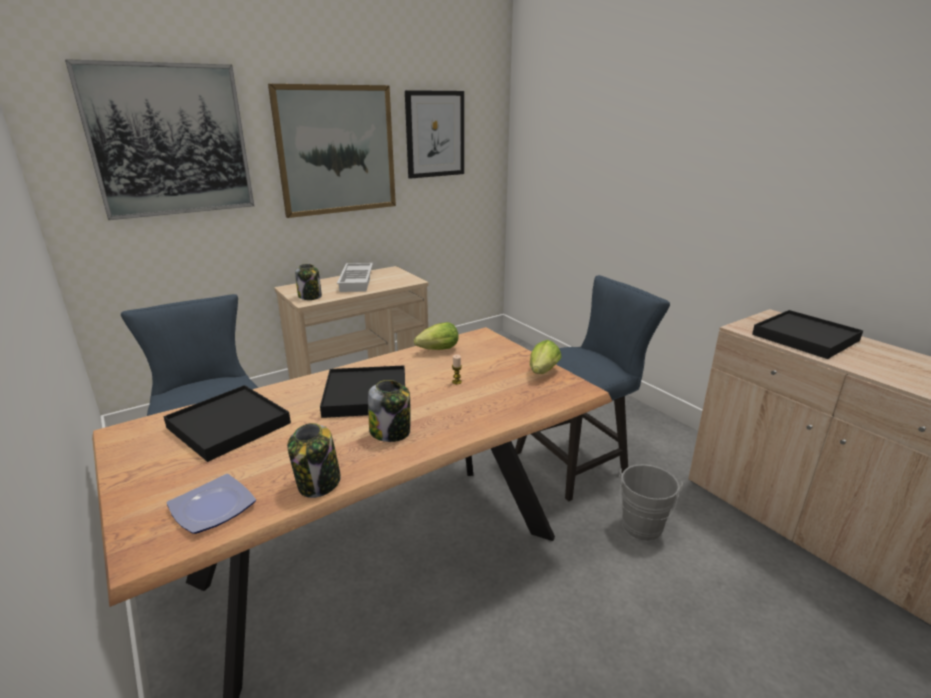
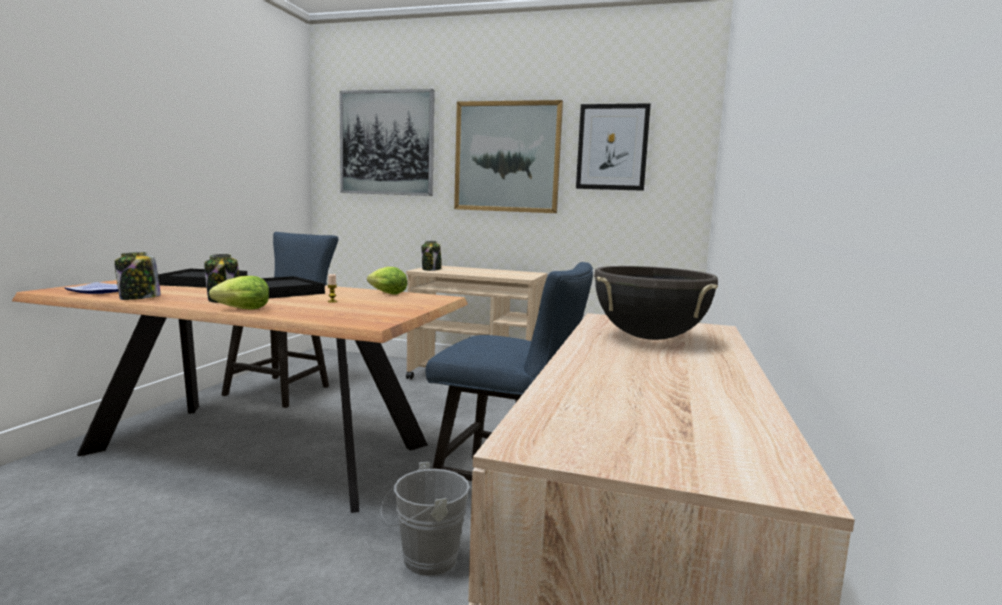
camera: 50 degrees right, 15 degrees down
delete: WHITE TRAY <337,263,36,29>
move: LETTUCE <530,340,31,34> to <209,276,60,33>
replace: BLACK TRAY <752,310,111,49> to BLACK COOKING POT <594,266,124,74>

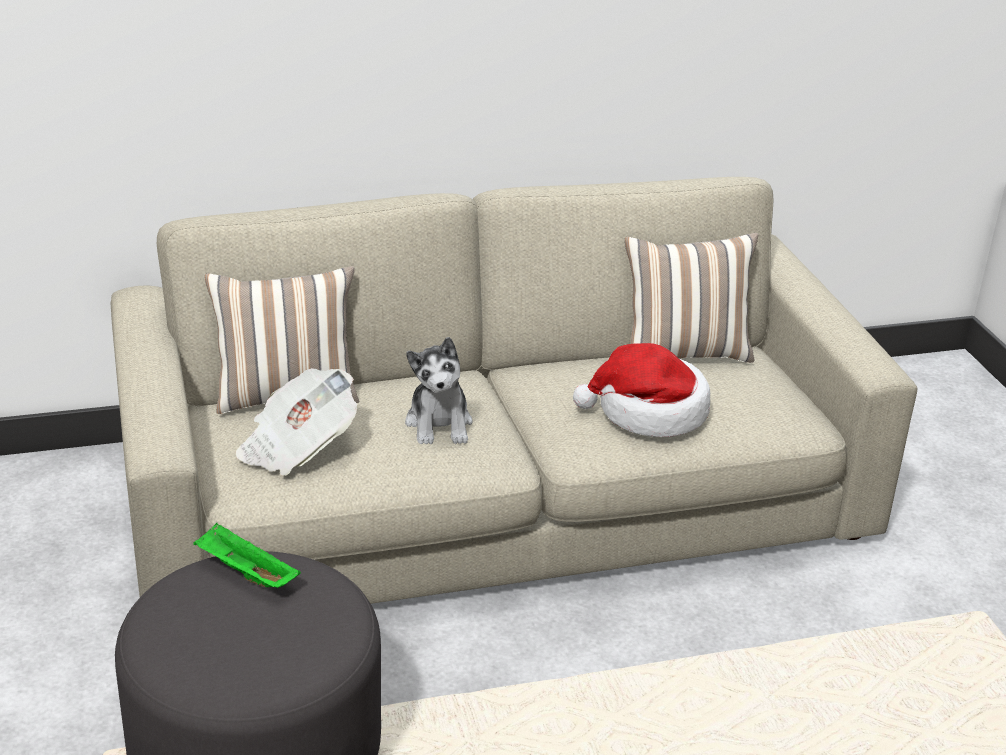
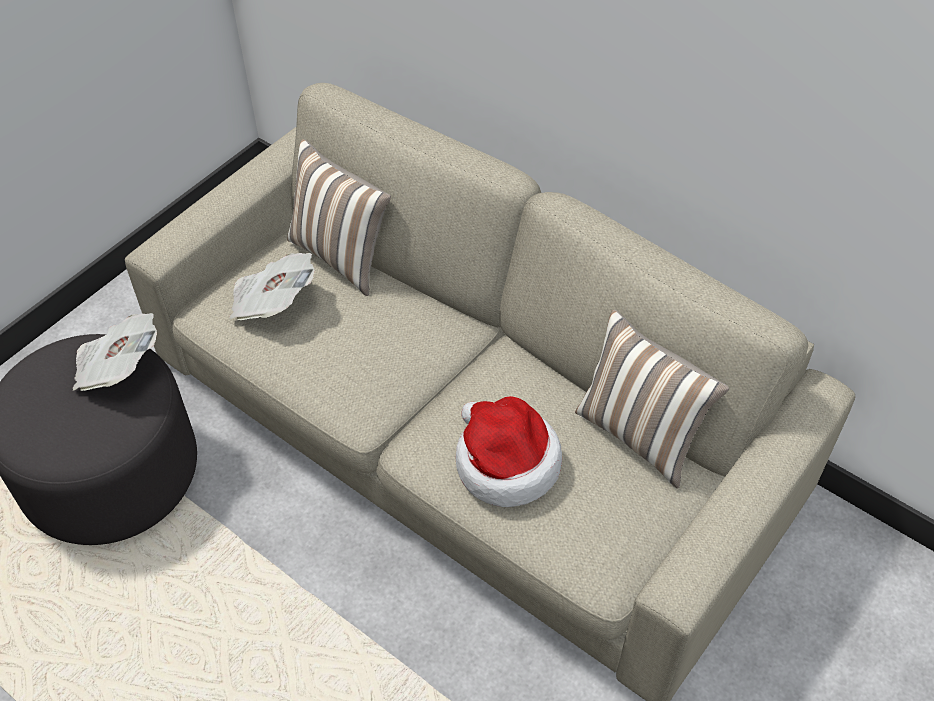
camera: 55 degrees right, 20 degrees up
delete: PLUSH TOY <405,337,68,107>
replace: GREEN TRAY <193,523,108,65> to NEWSPAPER <73,313,84,78>

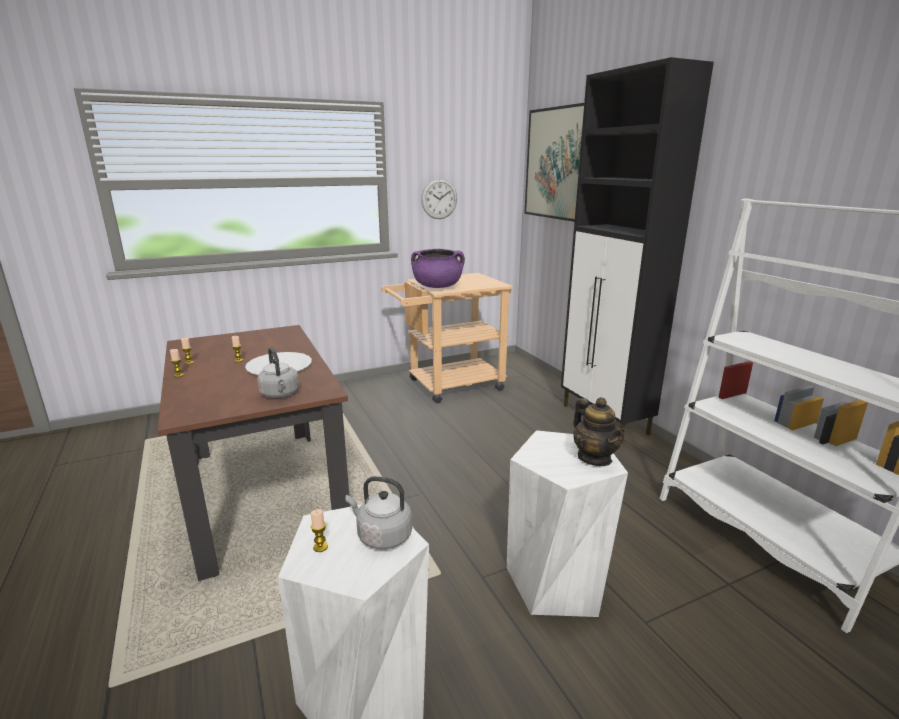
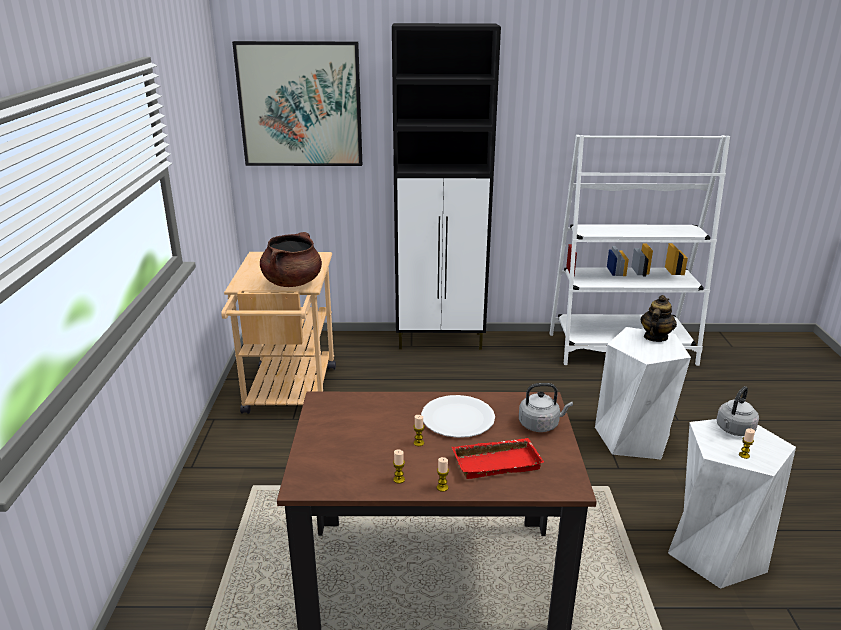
camera: 65 degrees left, 5 degrees up
delete: WALL CLOCK <421,178,36,41>
insert: RED TRAY <452,438,92,41>
recolor: PURPLE COOKING POT <411,249,54,39> to BROWN COOKING POT <260,232,62,55>
rotate: TEAPOT <573,397,53,69> = <641,295,36,47> 60 degrees counterclockwise

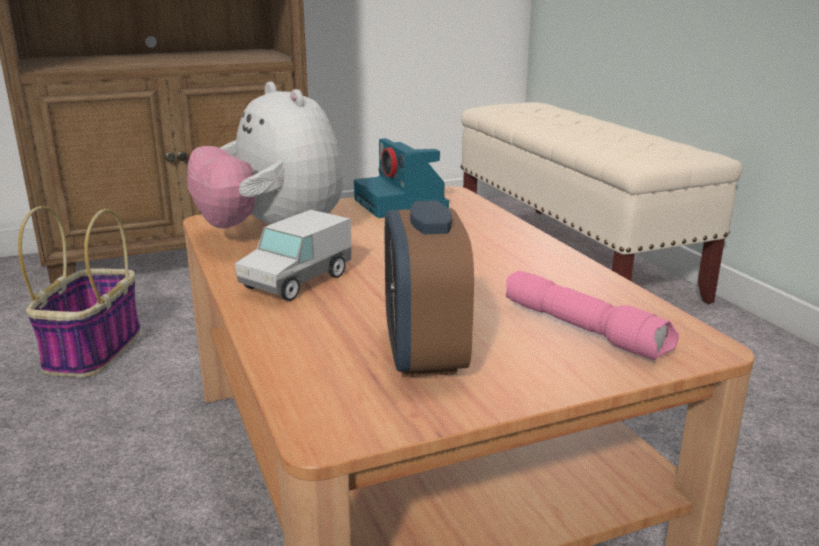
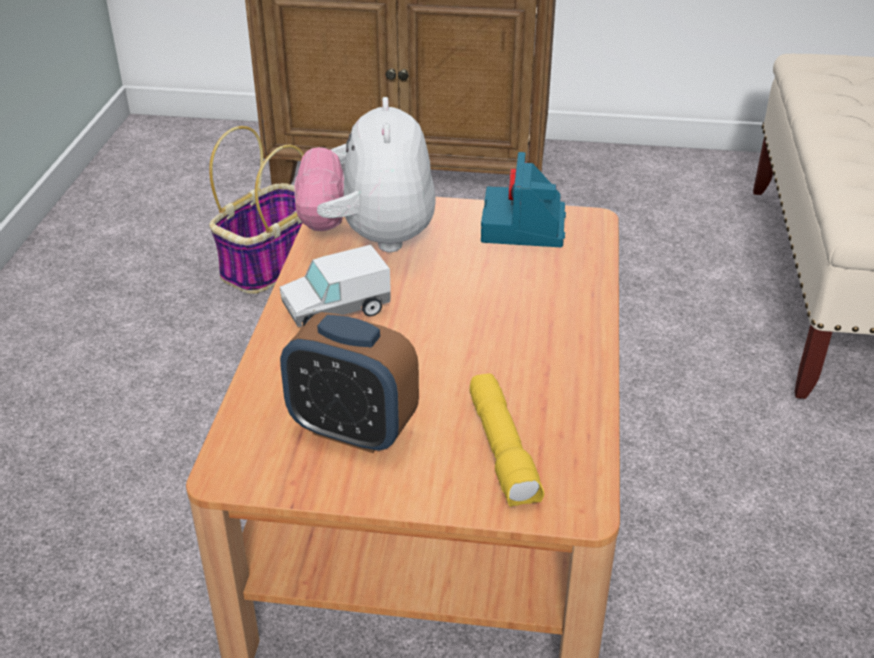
camera: 30 degrees right, 15 degrees up
recolor: PINK FLASHLIGHT <505,271,174,89> to YELLOW FLASHLIGHT <470,374,74,133>
rotate: ALARM CLOCK <385,200,89,177> = <280,312,139,141> 90 degrees counterclockwise

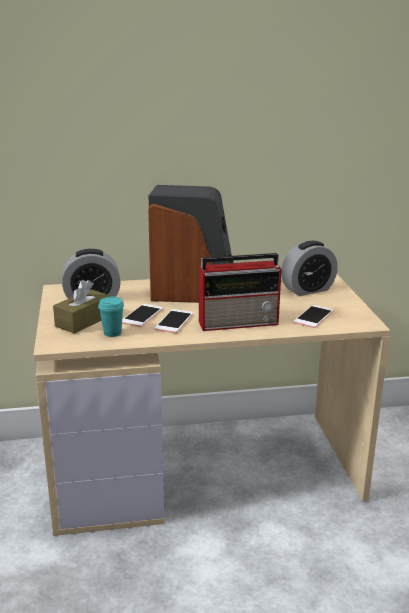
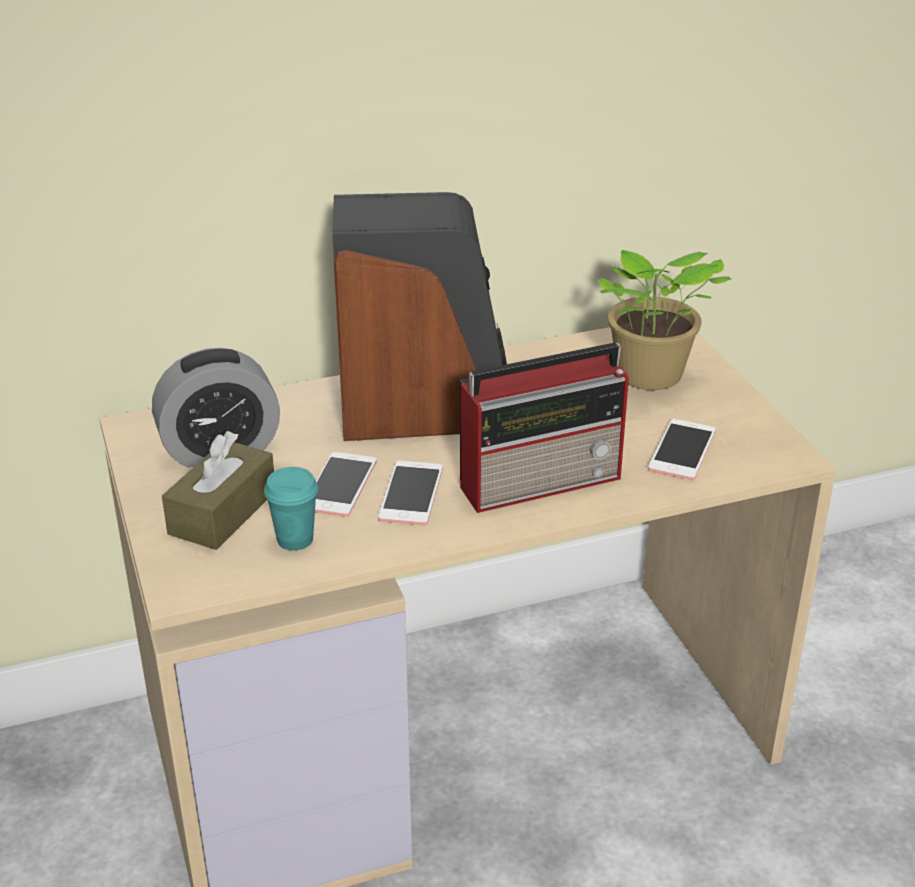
camera: 10 degrees left, 10 degrees up
replace: ALARM CLOCK <281,241,57,55> to POTTED PLANT <598,250,133,140>

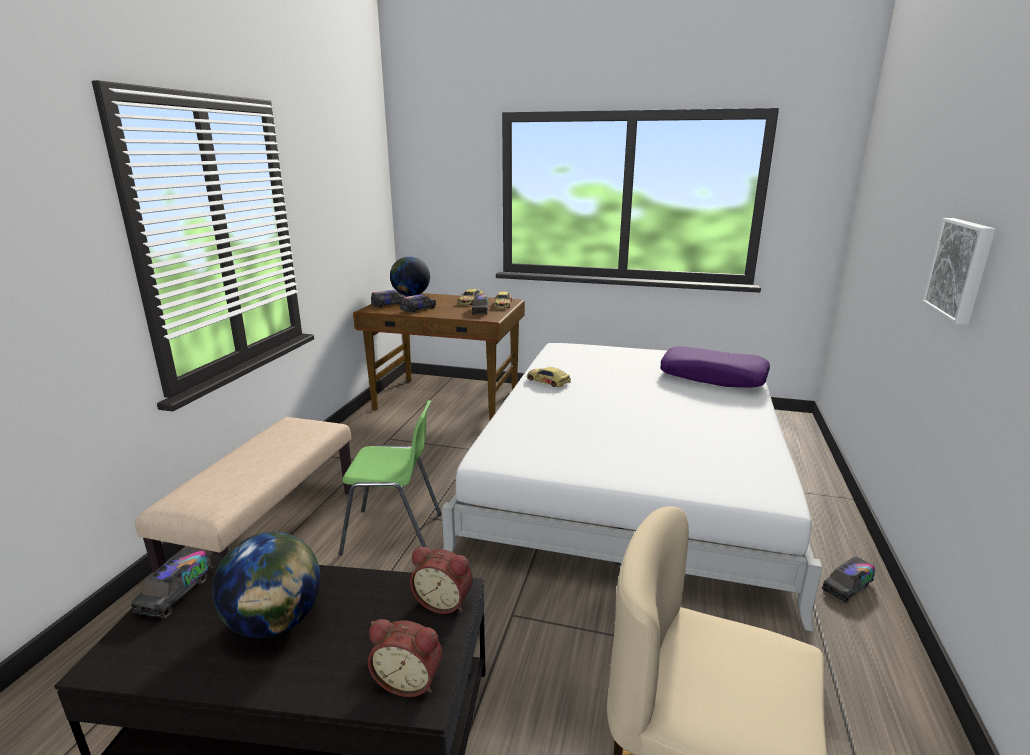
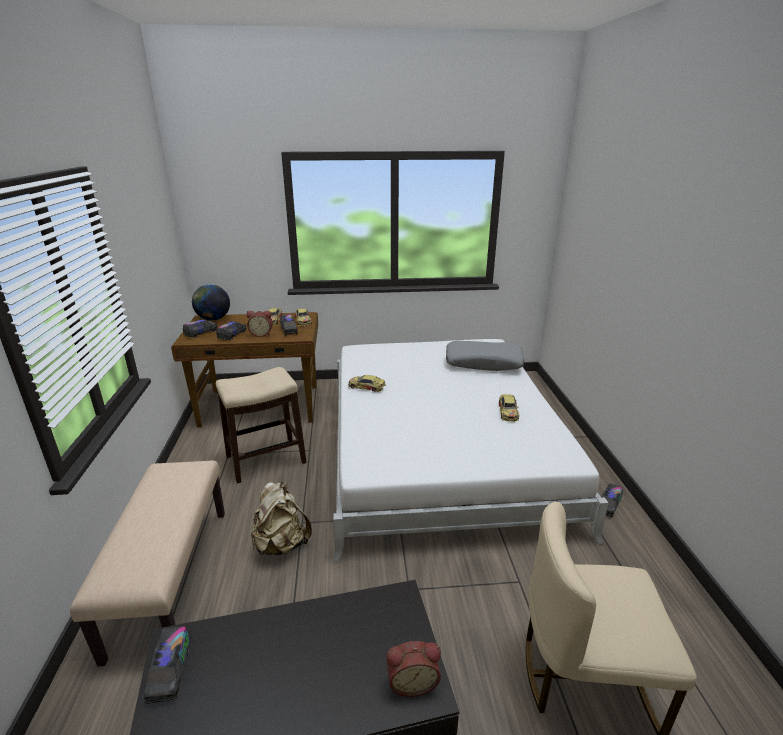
camera: 20 degrees left, 5 degrees up
delete: GLOBE <212,532,109,106>; PICTURE <922,218,74,107>
insert: STOOL <216,367,91,116>; TOY CAR <499,394,20,28>
move: ALARM CLOCK <410,547,63,67> to <247,311,26,26>
replace: GREEN CHAIR <339,400,103,155> to BEIGE BACKPACK <251,482,61,73>
recolor: PURPLE PILLOW <660,346,110,41> to GREY PILLOW <446,341,78,30>

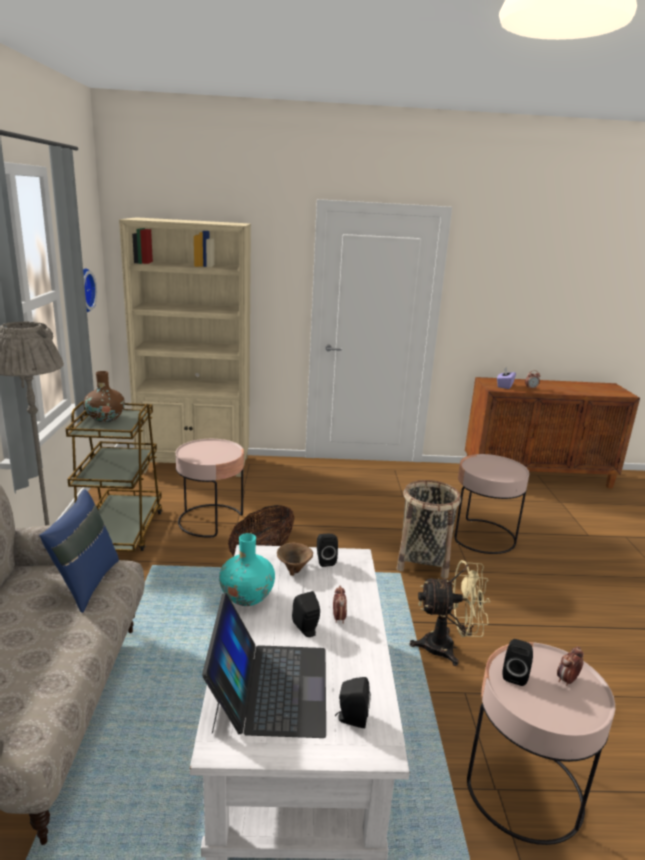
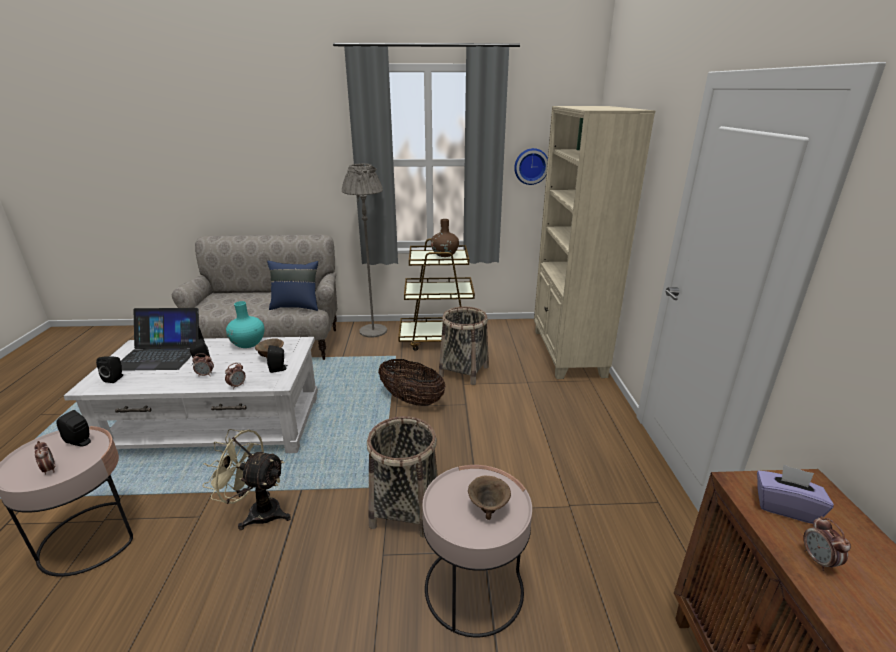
camera: 90 degrees right, 5 degrees up
insert: ALARM CLOCK <225,363,21,26>; BROWN BOWL <468,475,43,45>
replace: PINK SIDE TABLE <175,439,69,99> to BASKET <439,307,50,78>
rotate: BEIGE FAN <409,560,81,106> = <202,429,89,101> 105 degrees clockwise

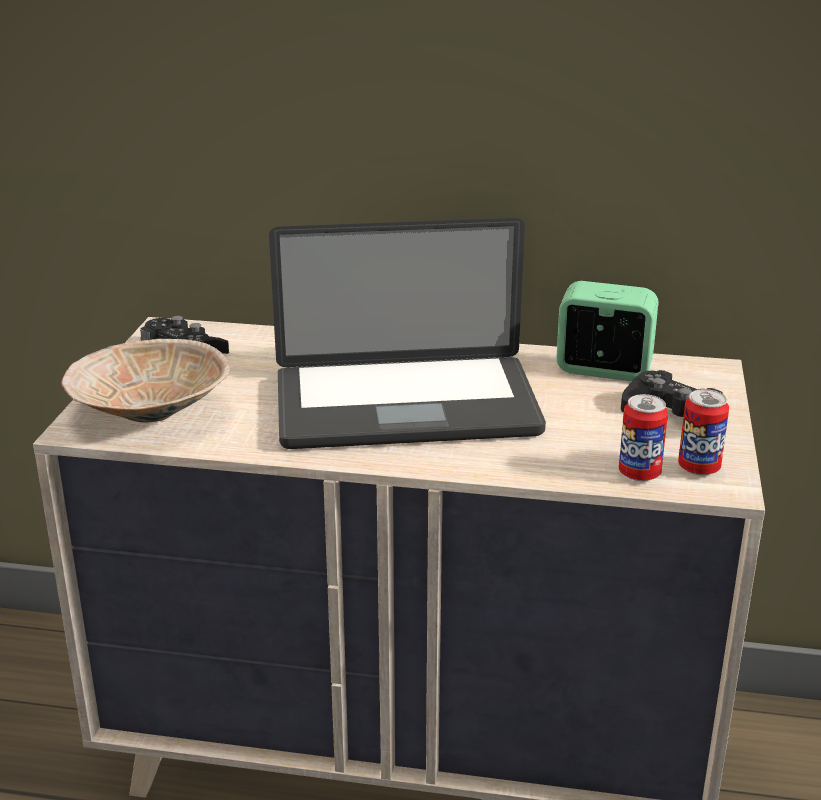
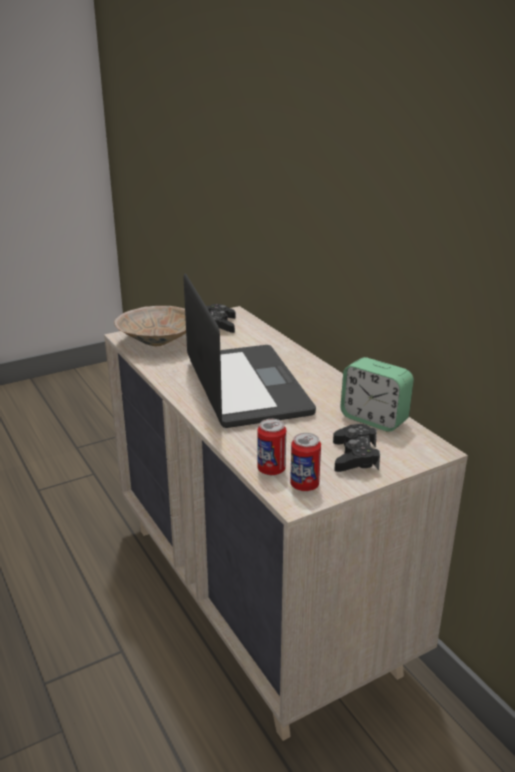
camera: 50 degrees right, 0 degrees up
rotate: LAPTOP <269,218,277,231> = <183,273,133,155> 150 degrees counterclockwise; ALARM CLOCK <556,281,102,100> = <340,357,74,75> 150 degrees clockwise

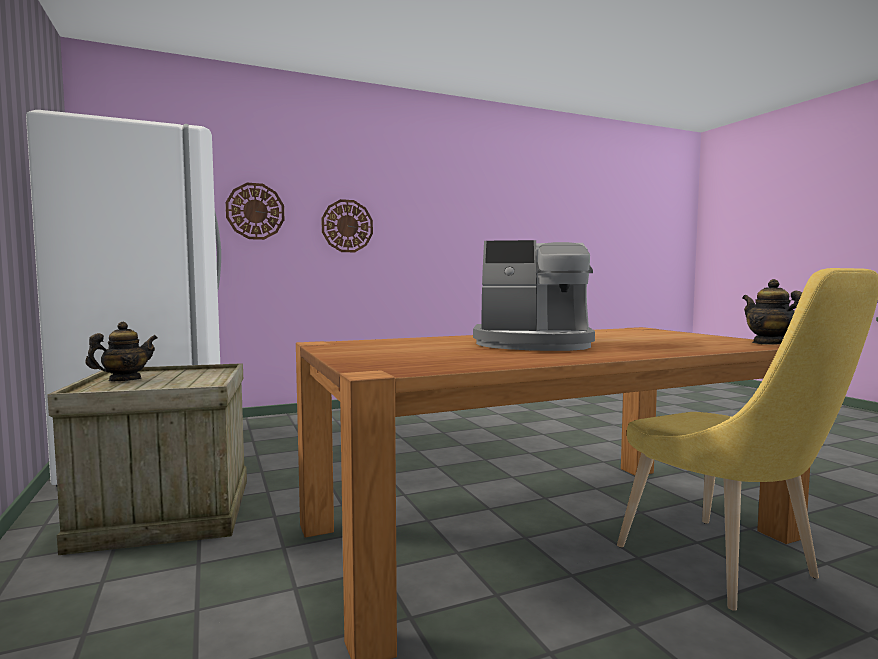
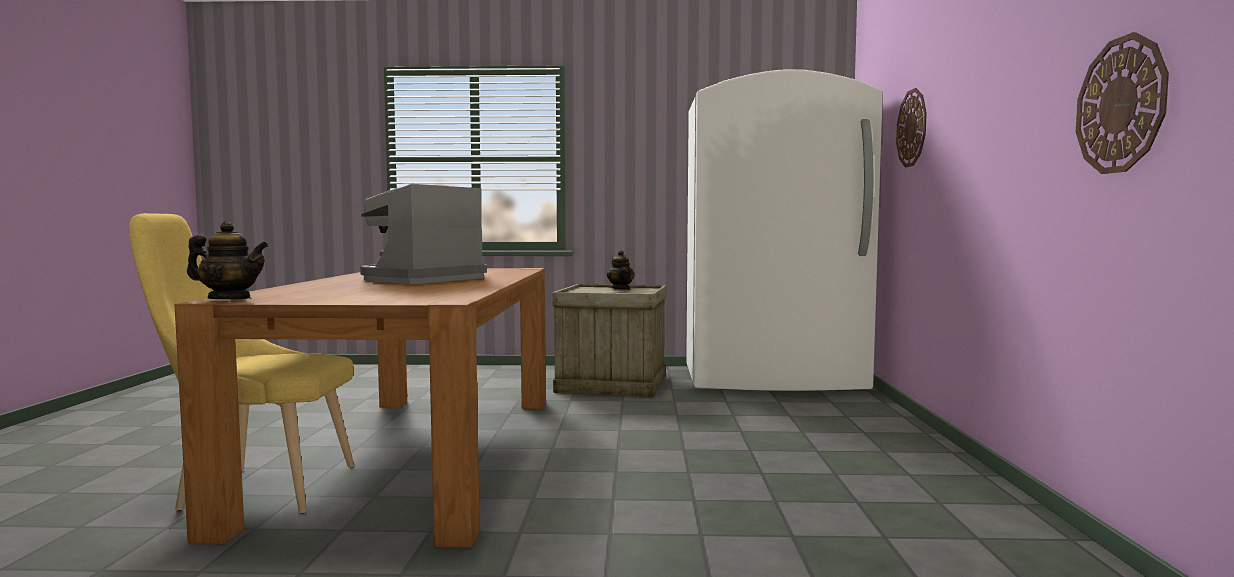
camera: 115 degrees right, 0 degrees up
move: WALL CLOCK <321,199,52,53> to <1076,32,93,142>

